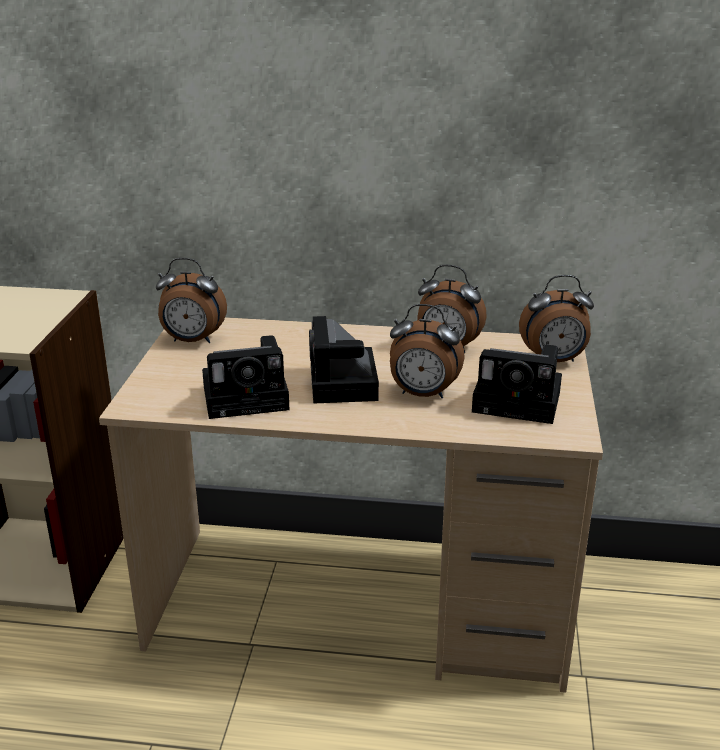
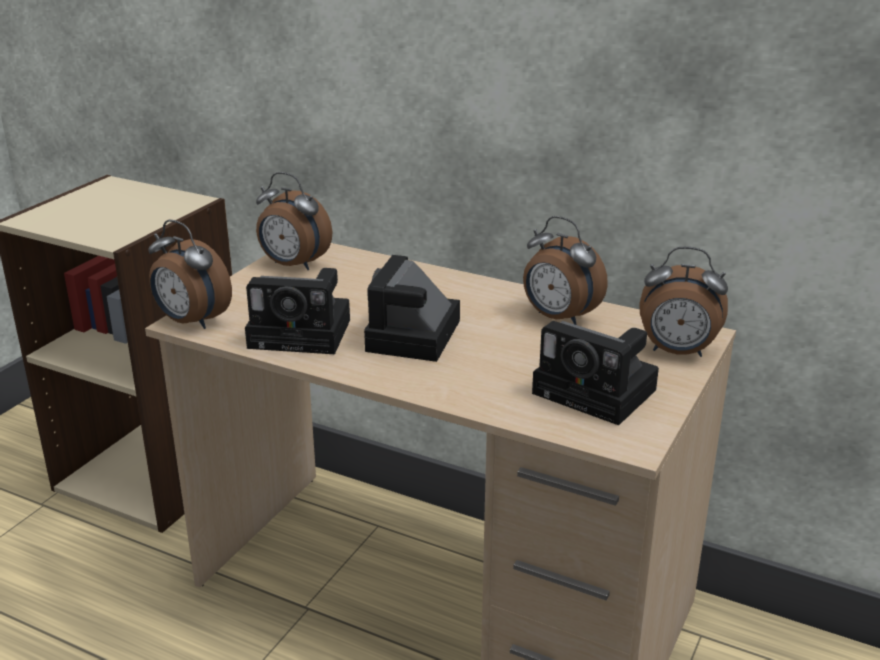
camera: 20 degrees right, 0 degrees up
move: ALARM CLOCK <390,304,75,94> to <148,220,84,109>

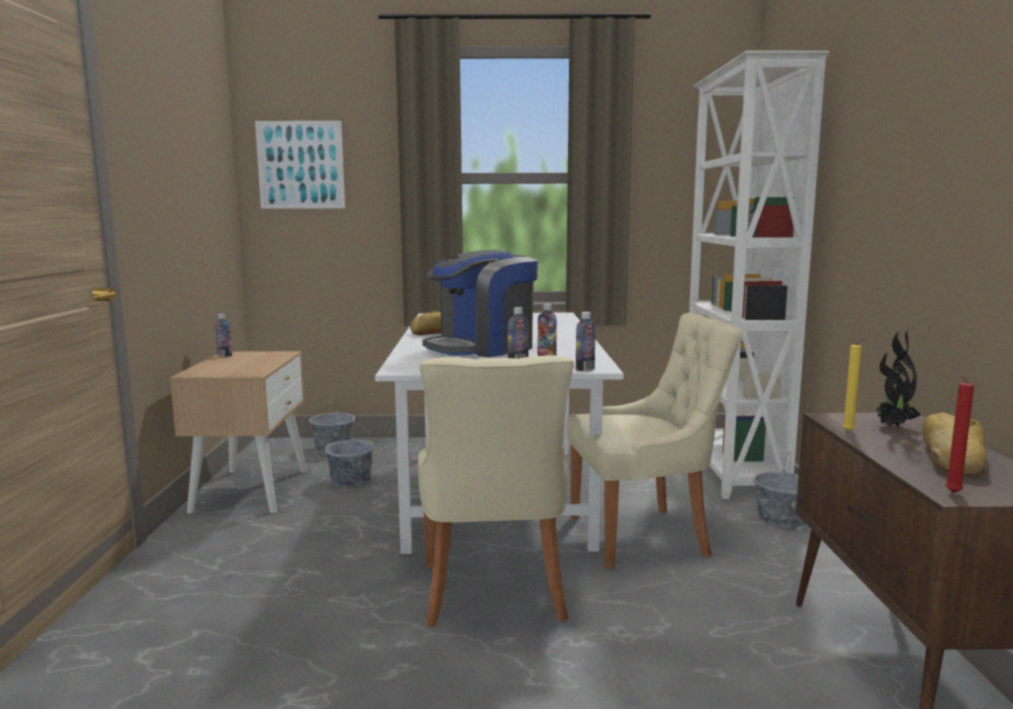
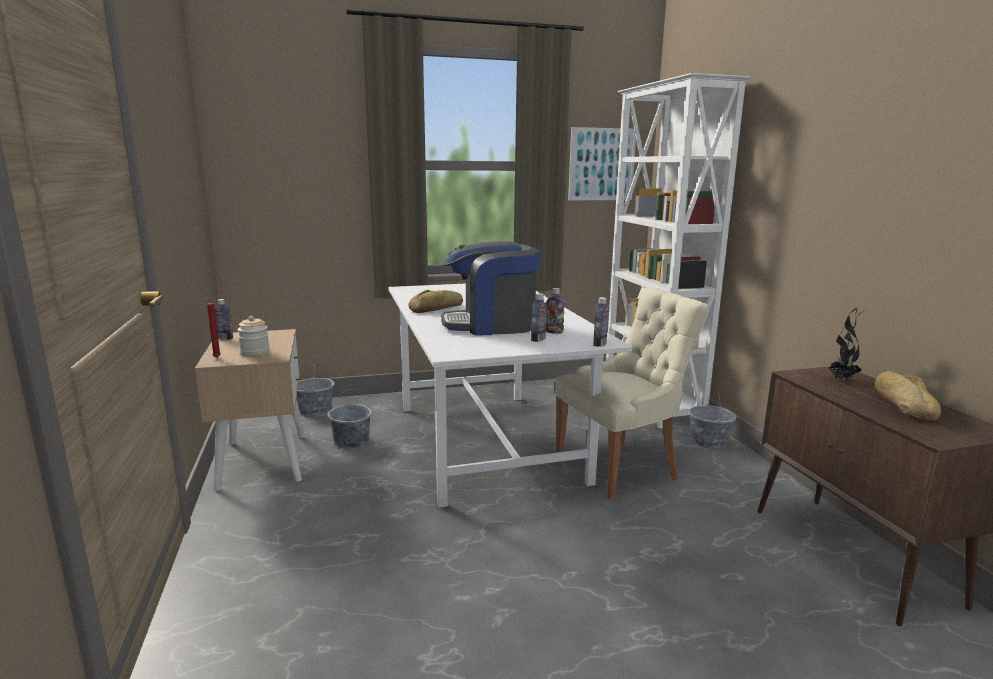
camera: 15 degrees left, 5 degrees up
delete: BEIGE CHAIR <418,355,156,273>; YELLOW CANDLE <842,337,26,95>
insert: JAR <237,316,33,40>
move: RED CANDLE <945,369,29,124> to <206,297,15,61>; PICTURE <255,121,90,88> to <568,127,68,73>
rotate: COFFEE MACHINE <422,250,116,107> = <441,241,99,95> 45 degrees clockwise

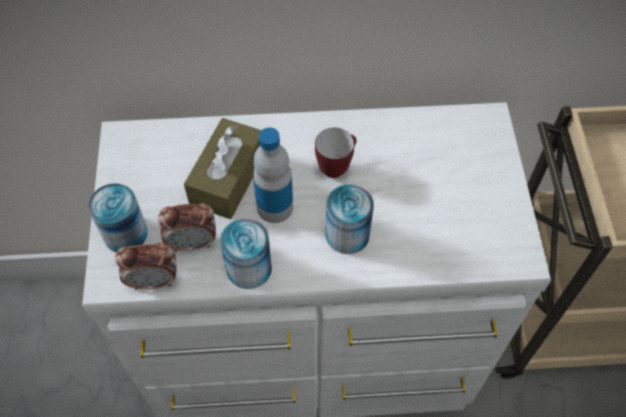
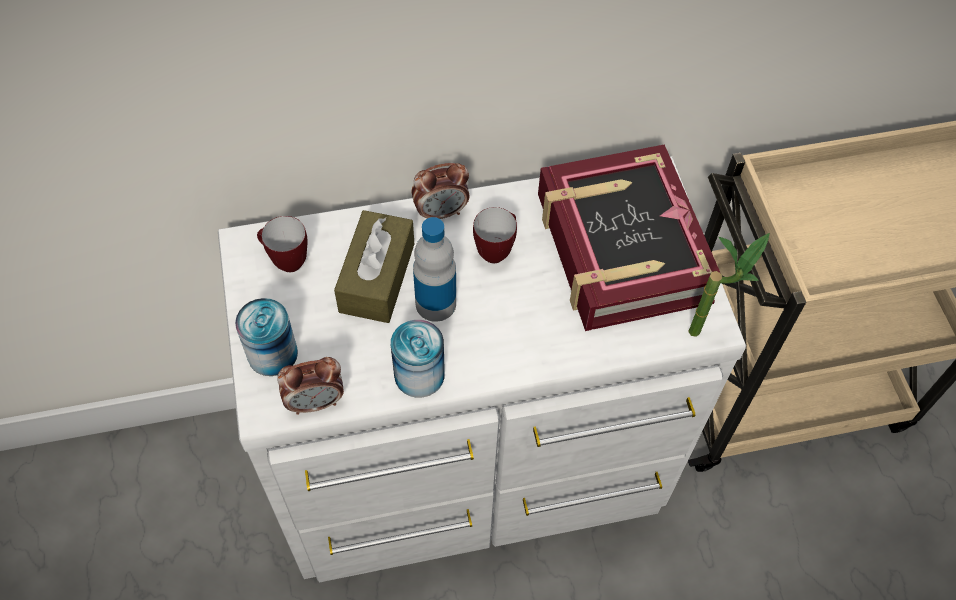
camera: 10 degrees left, 0 degrees up
delete: CAN <326,184,48,70>
insert: MUG <257,216,51,56>; BOOK <538,144,182,187>; POTTED PLANT <688,233,82,104>
move: ALARM CLOCK <158,203,58,49> to <411,163,58,56>

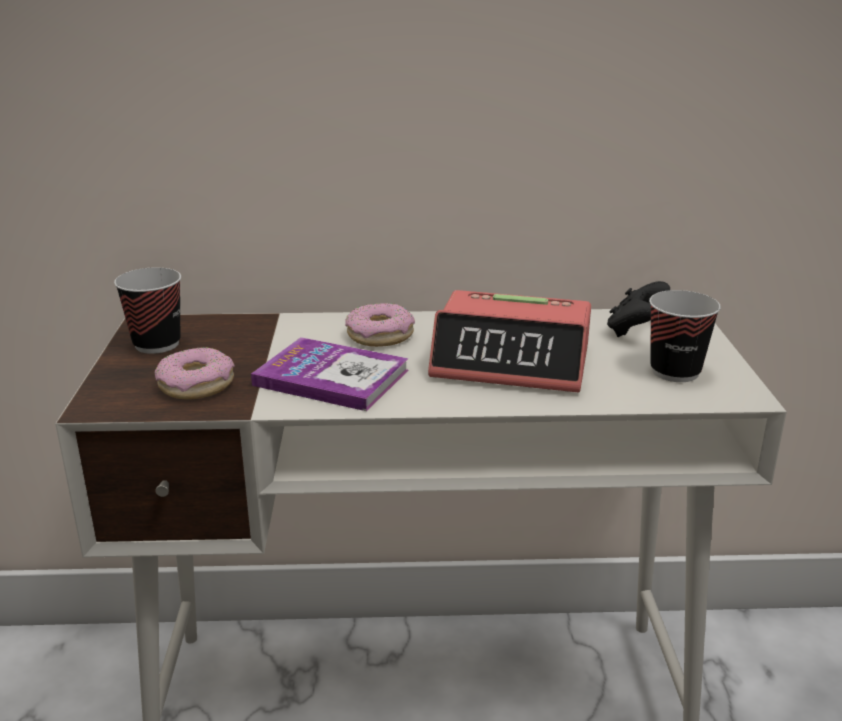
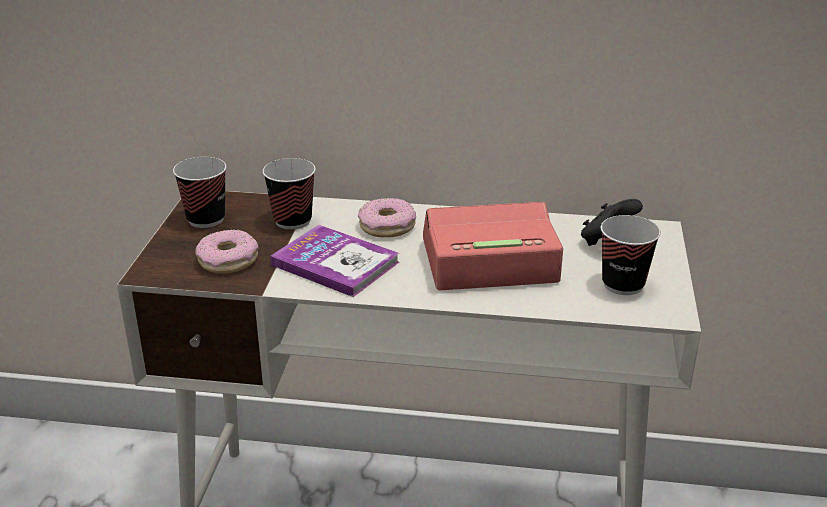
camera: 10 degrees right, 5 degrees up
insert: CUP <263,158,53,72>
rotate: ALARM CLOCK <428,290,163,102> = <423,202,140,88> 150 degrees clockwise

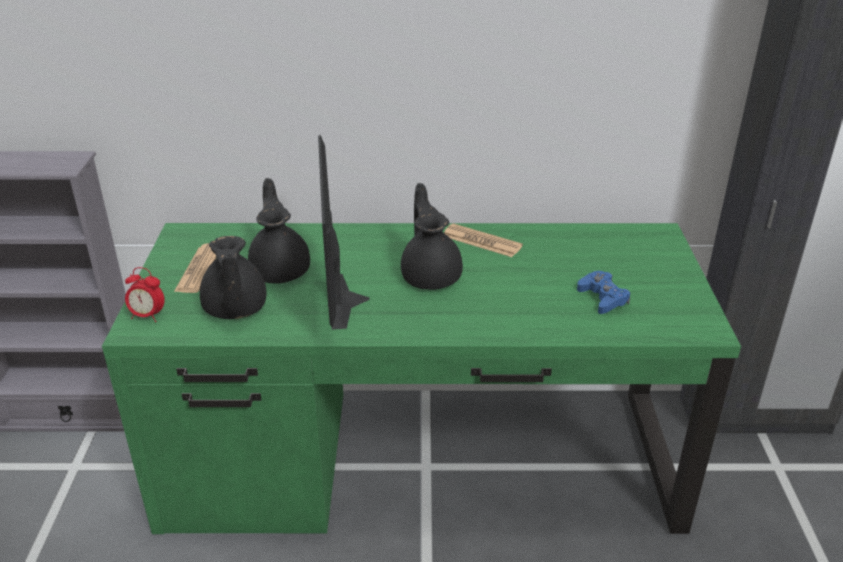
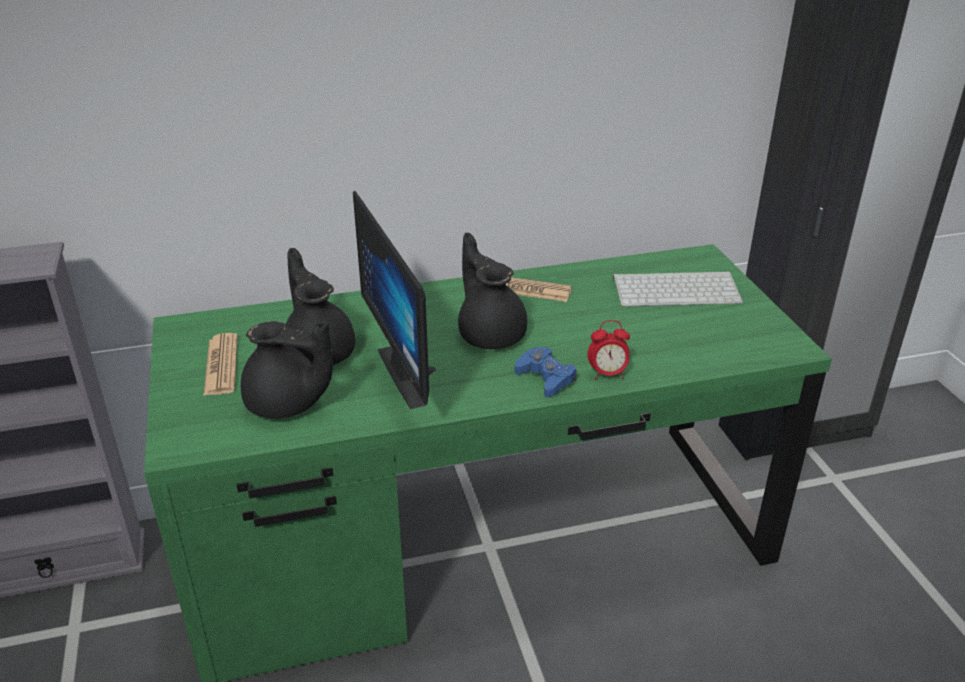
camera: 15 degrees left, 0 degrees up
insert: KEYBOARD <613,272,130,35>
move: BLUE GAME CONTROLLER <577,271,54,43> to <515,347,62,50>; ALARM CLOCK <125,267,40,55> to <588,320,42,60>
rotate: BLACK TEAPOT <200,236,67,83> = <241,321,92,97> 45 degrees counterclockwise

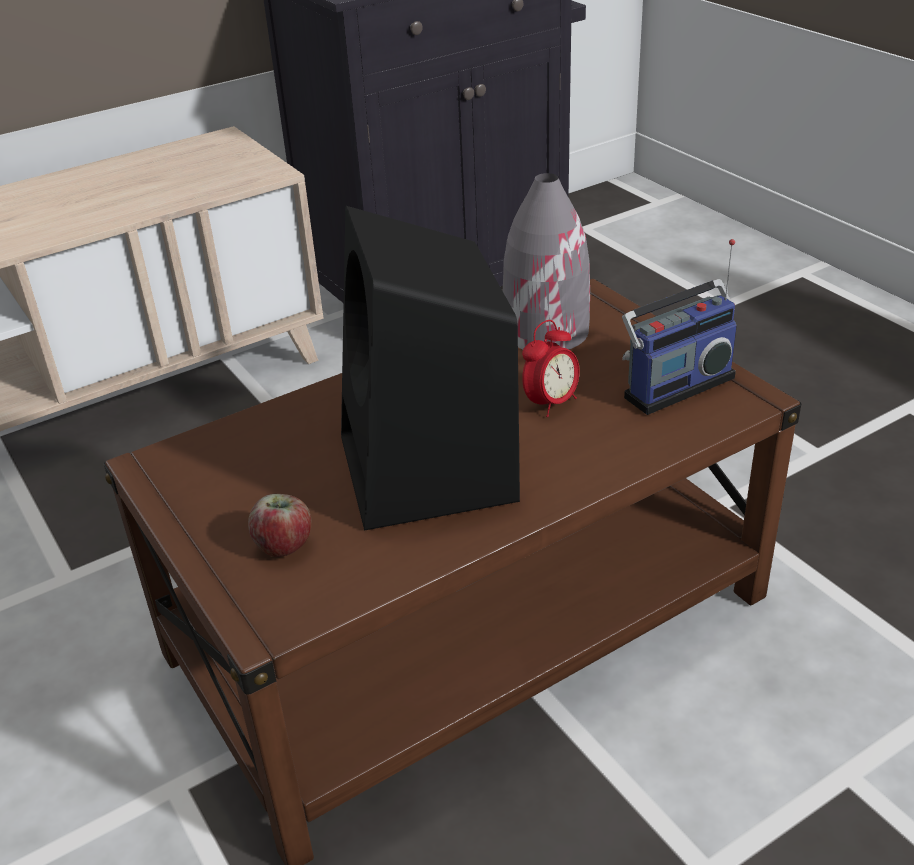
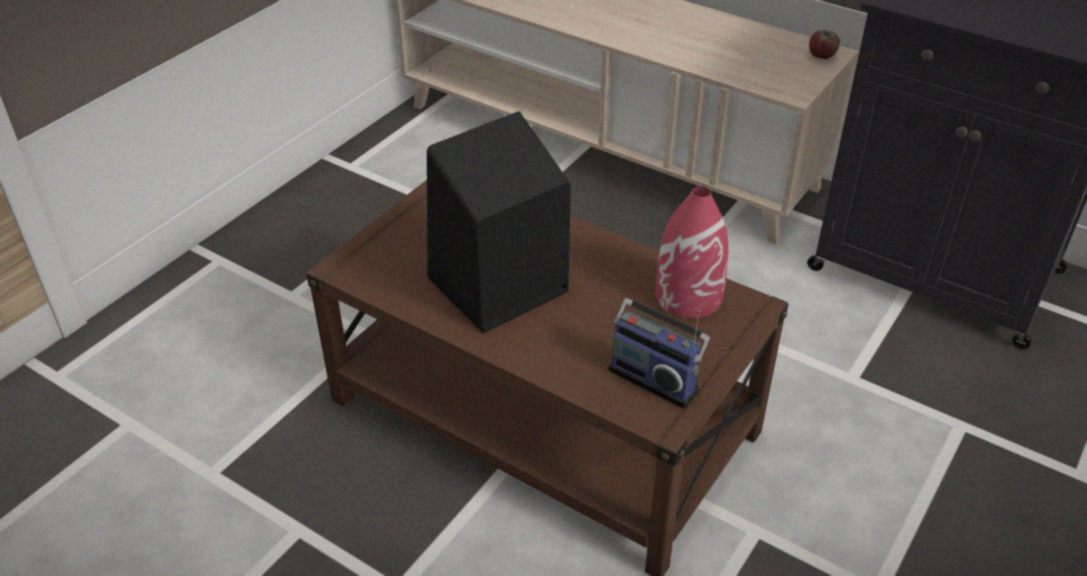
camera: 65 degrees right, 5 degrees up
delete: ALARM CLOCK <522,320,58,97>
move: APPLE <248,494,64,63> to <809,30,31,29>
recolor: GREY VASE <503,173,87,176> to RED VASE <655,186,74,132>

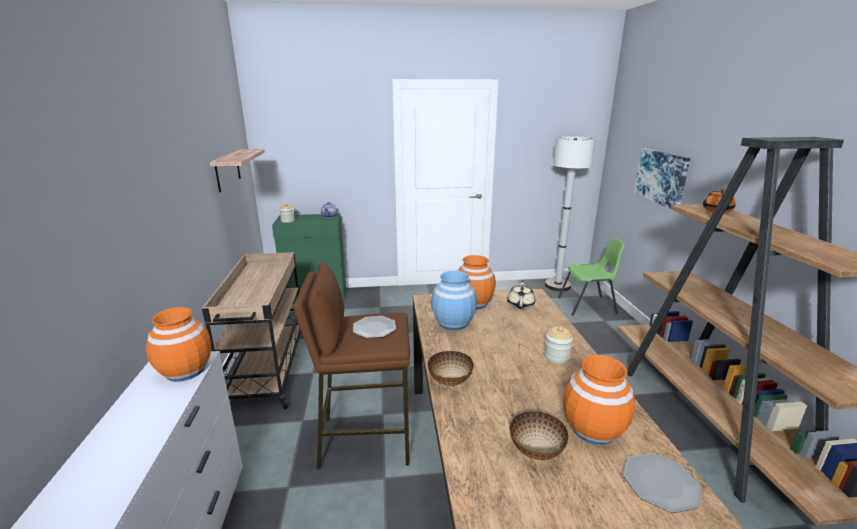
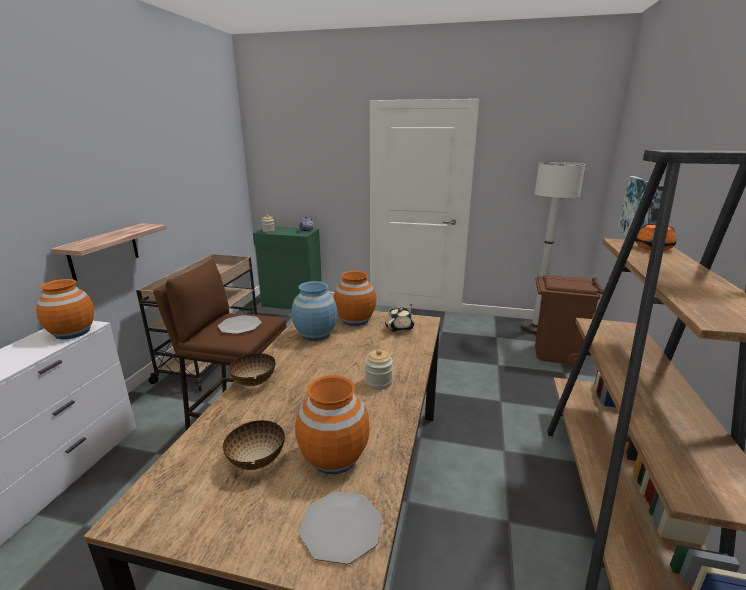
camera: 20 degrees right, 0 degrees up
move: SHELF <210,149,55,43> to <50,223,116,58>
replace: GREEN CHAIR <558,238,67,78> to BROWN TRASH CAN <535,275,69,91>

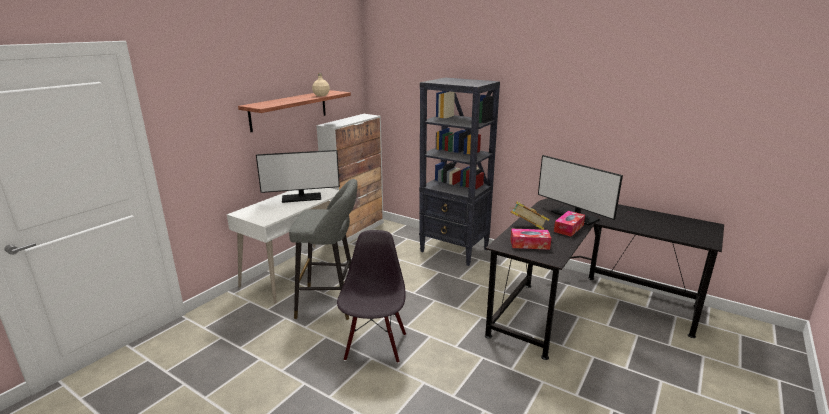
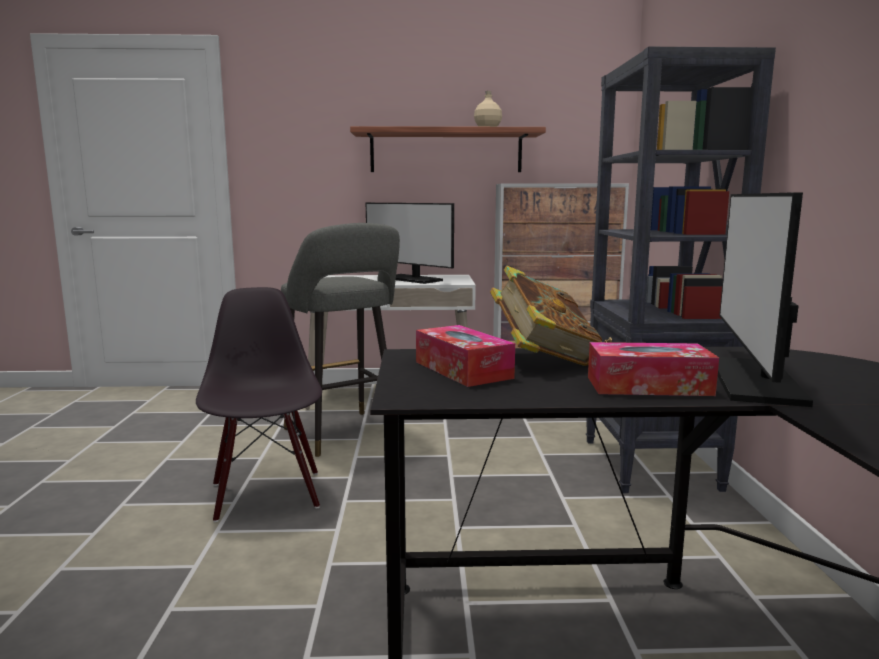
camera: 55 degrees right, 10 degrees down
rotate: BLACK CHAIR <337,230,69,133> = <196,287,126,235> 75 degrees counterclockwise

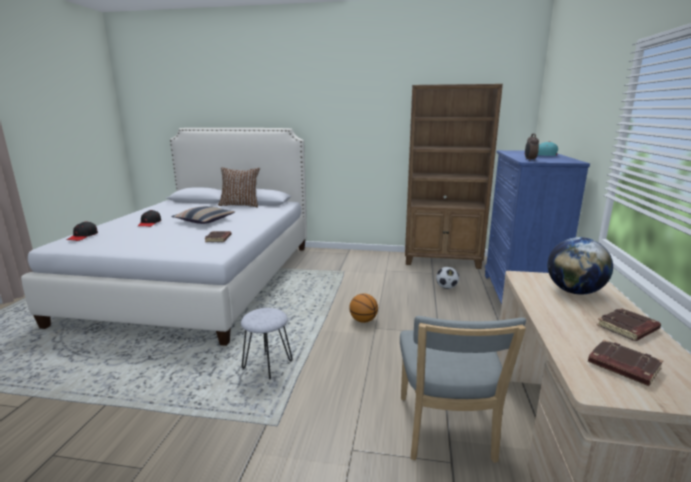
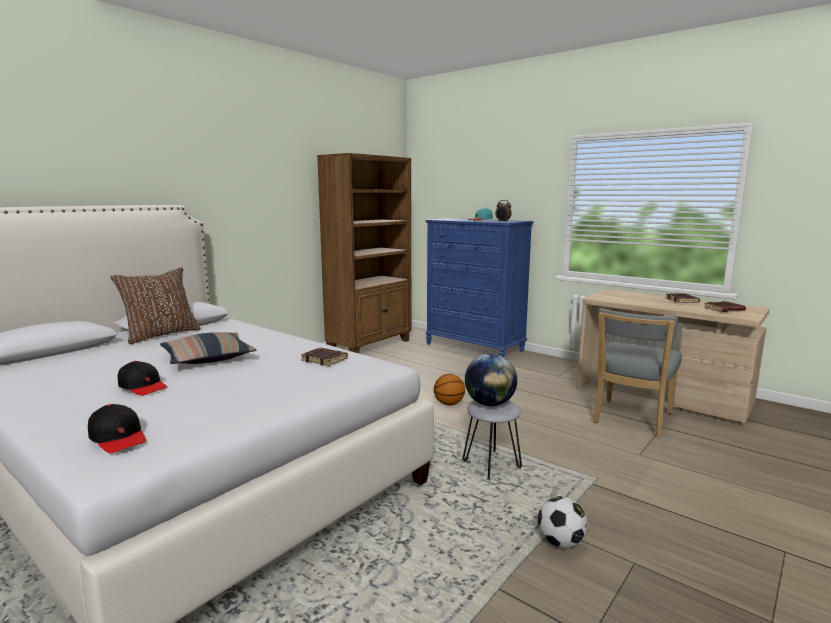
camera: 60 degrees left, 5 degrees down
move: GLOBE <548,237,65,58> to <465,354,52,52>; FOOTBALL <436,267,23,22> to <538,496,50,52>
rotate: GREY CHAIR <400,316,126,147> = <593,308,89,129> 90 degrees clockwise

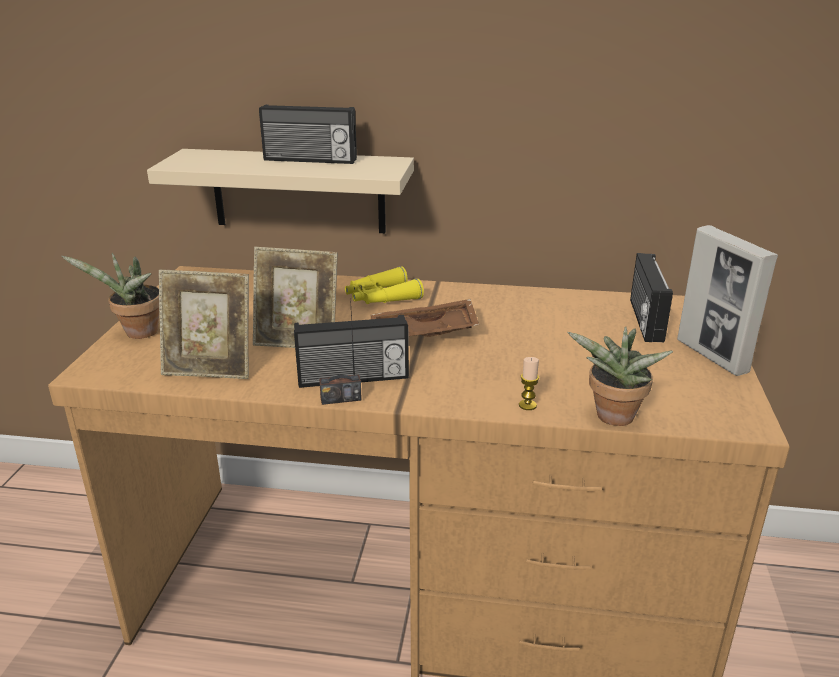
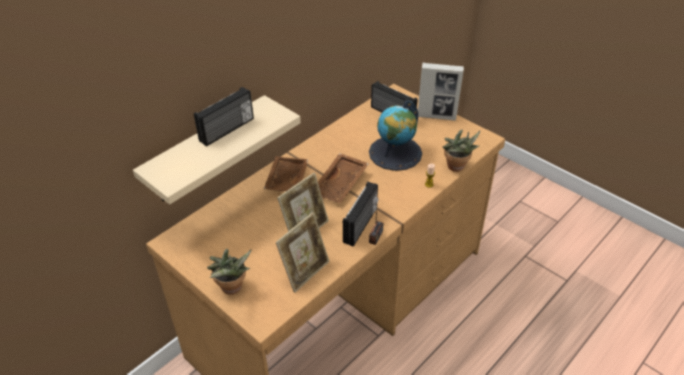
camera: 55 degrees left, 15 degrees up
insert: GLOBE <369,100,53,71>
replace: YELLOW BINOCULARS <345,266,79,38> to BROWN TRAY <264,156,45,35>

